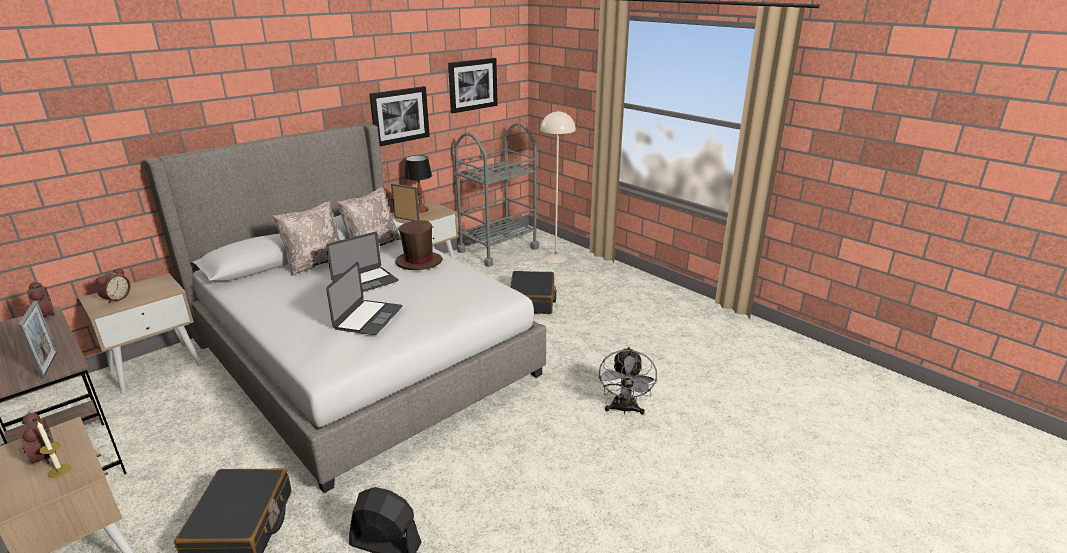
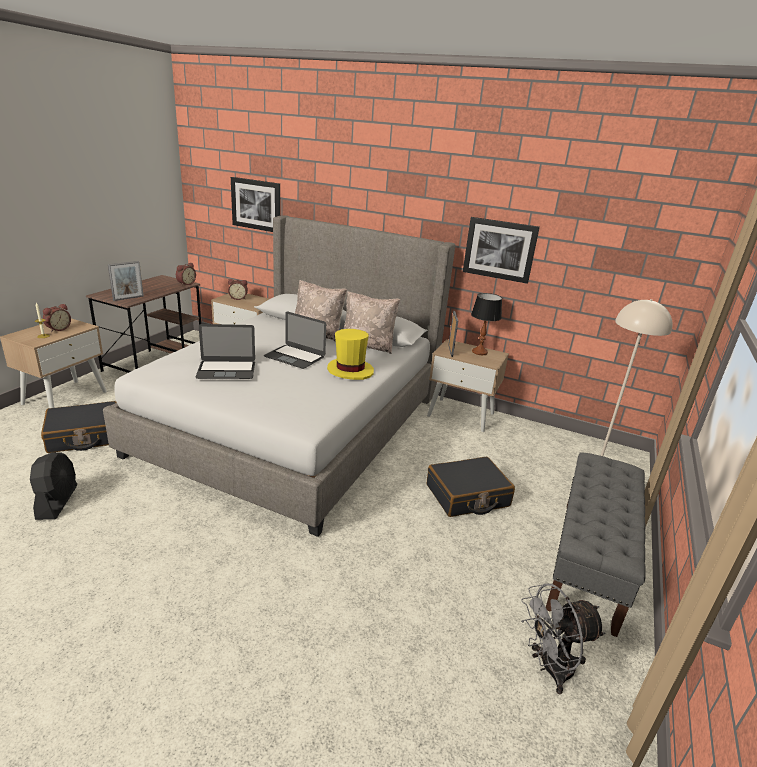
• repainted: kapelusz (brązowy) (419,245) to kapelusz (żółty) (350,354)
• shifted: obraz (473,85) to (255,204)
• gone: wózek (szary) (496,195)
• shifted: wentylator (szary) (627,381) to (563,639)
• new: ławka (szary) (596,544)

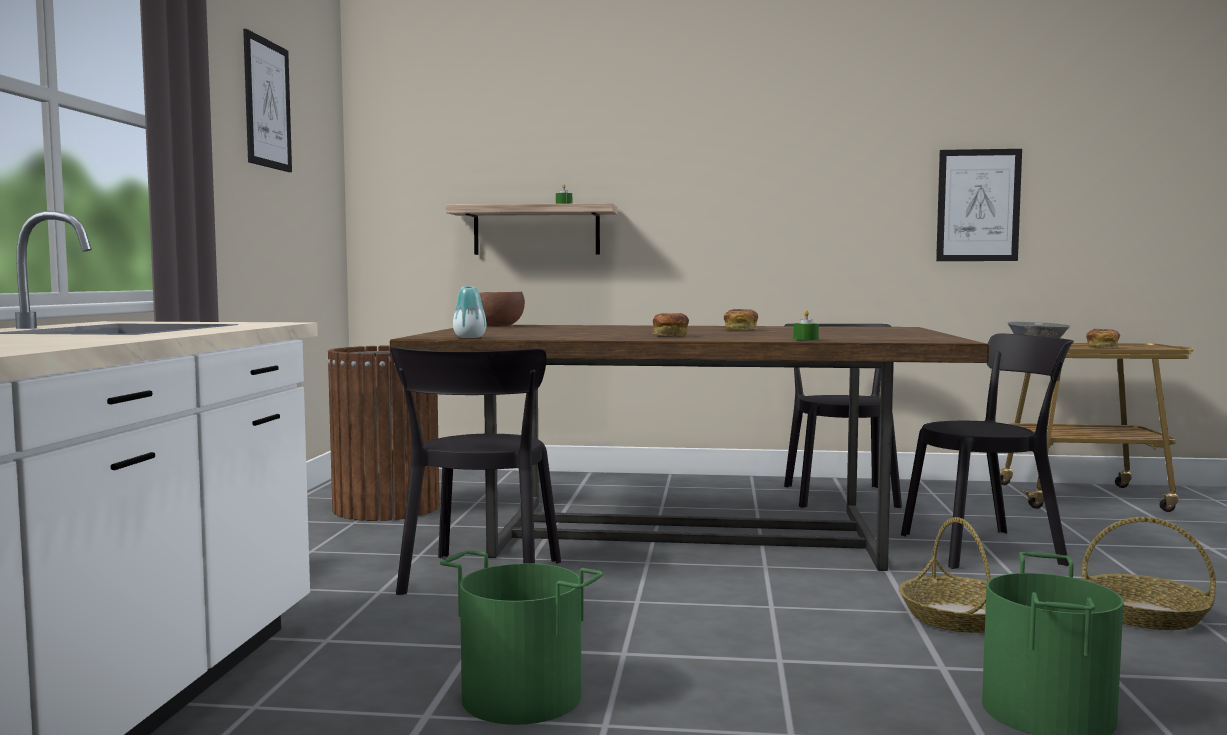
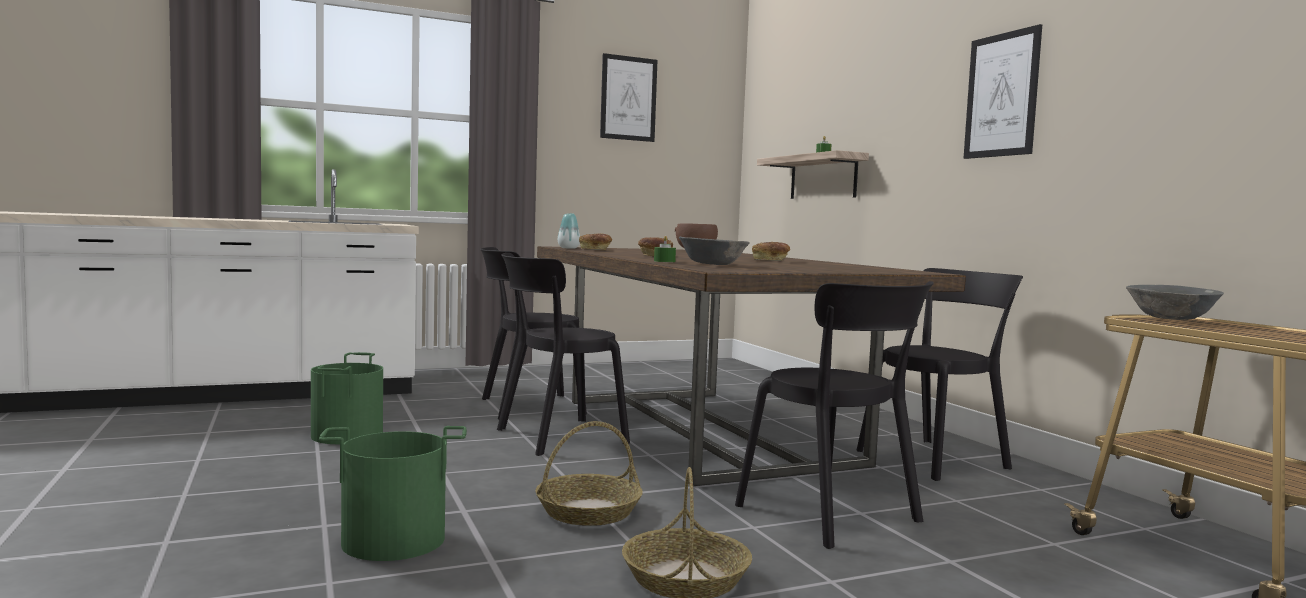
• gone: kosz na śmieci (brązowy) (383,433)
• shifted: obraz (979,205) to (1002,91)
• shifted: chleb (1103,338) to (595,241)
• new: krzesło (czarny) (563,354)
• new: miska (szary) (714,251)

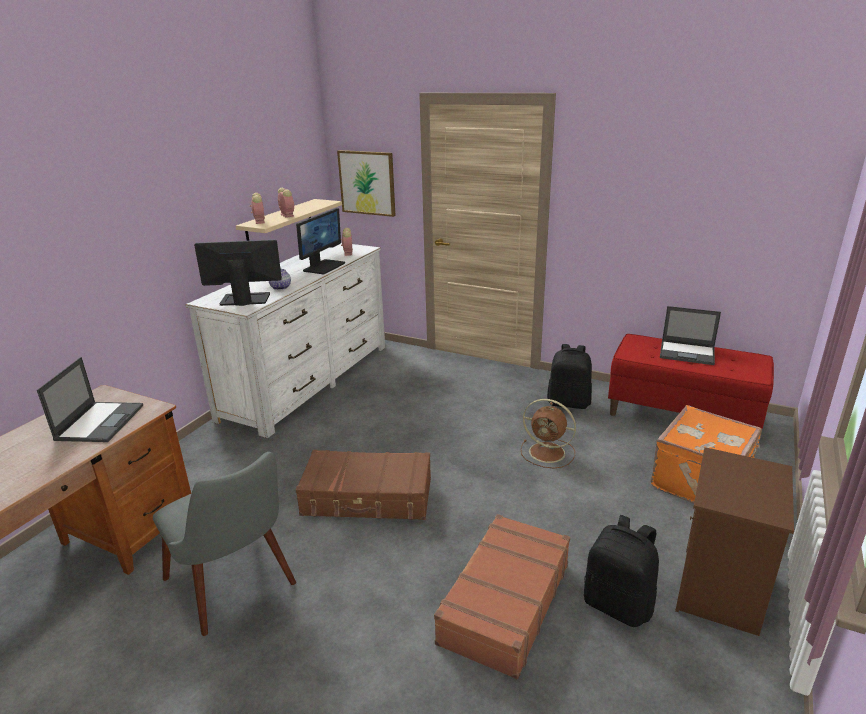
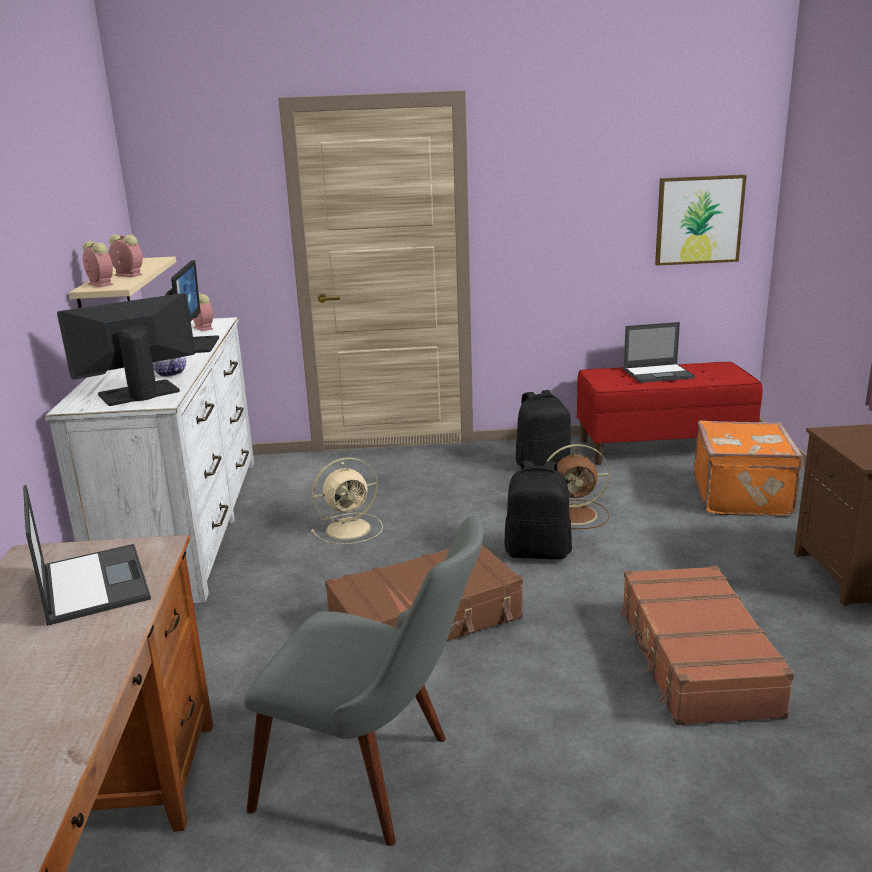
• shifted: obraz (366,183) to (701,220)
• shifted: plecak (czarny) (621,571) to (538,510)
• new: wentylator (beżowy) (347,500)

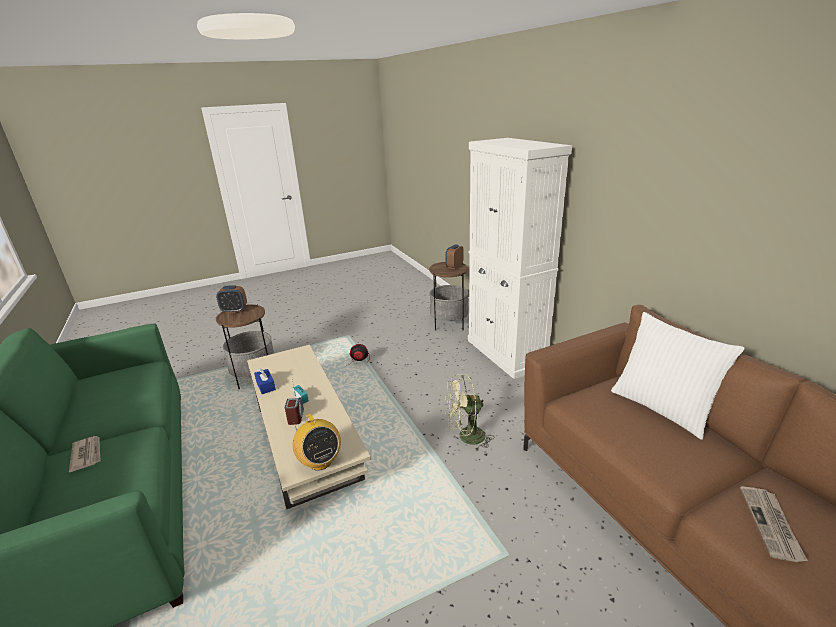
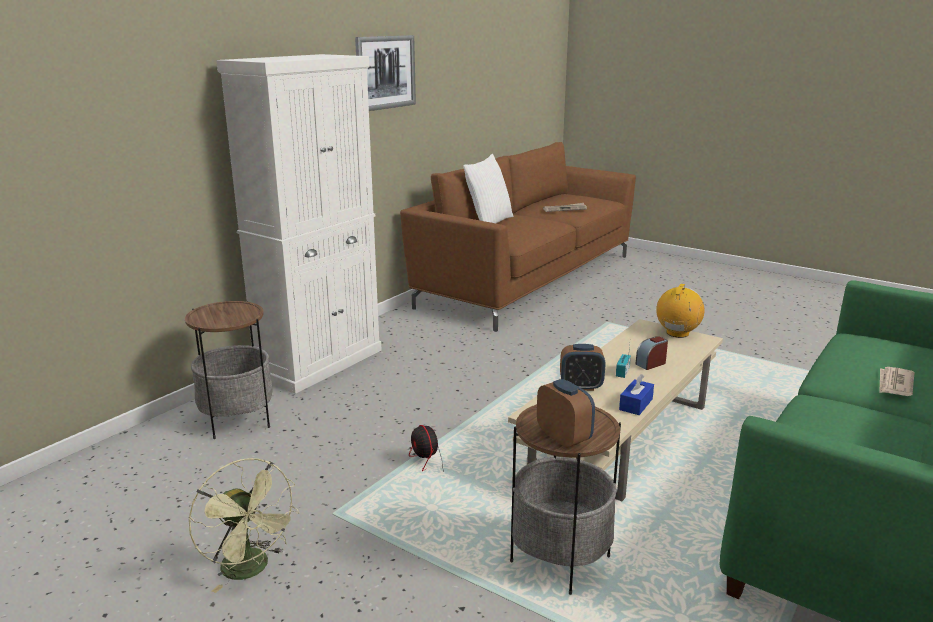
• shifted: budzik (454,256) to (583,367)
• shifted: wentylator (zielony) (469,412) to (243,525)
• new: obraz (385,73)

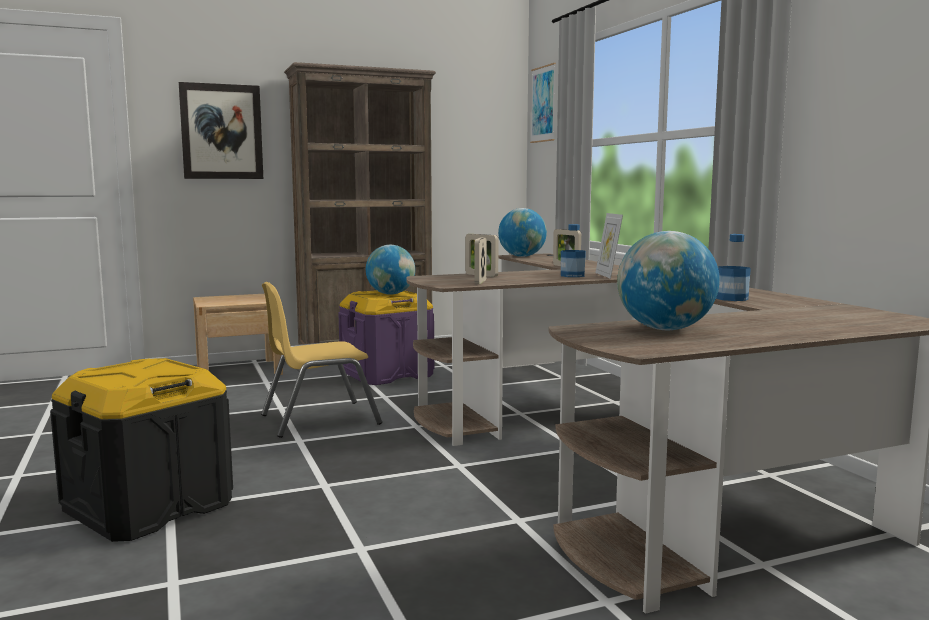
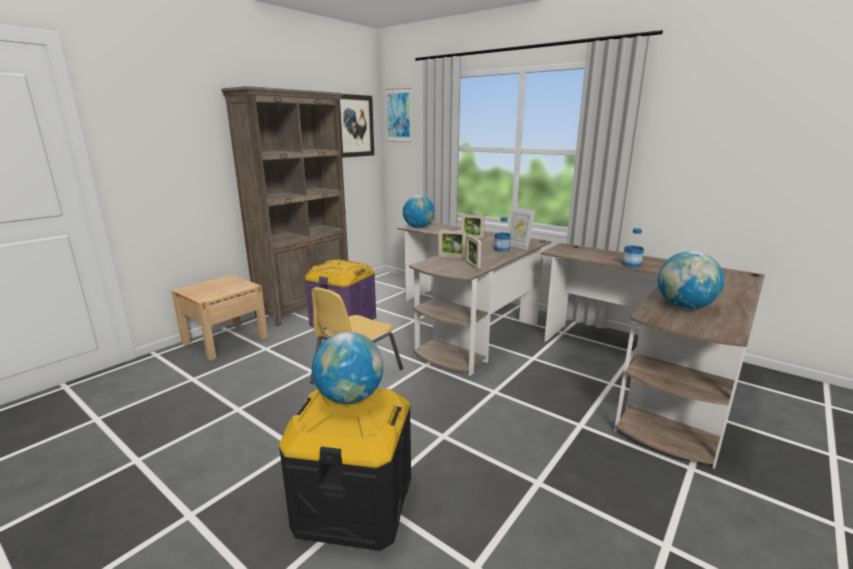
• shifted: obraz (221,130) to (356,126)
• shifted: globus (390,270) to (348,368)

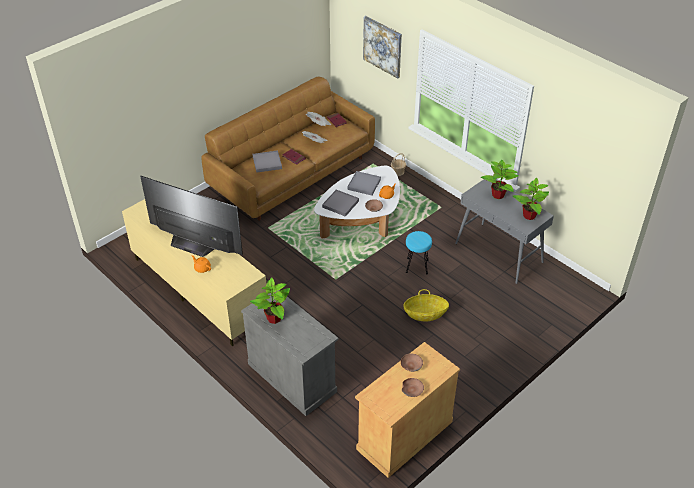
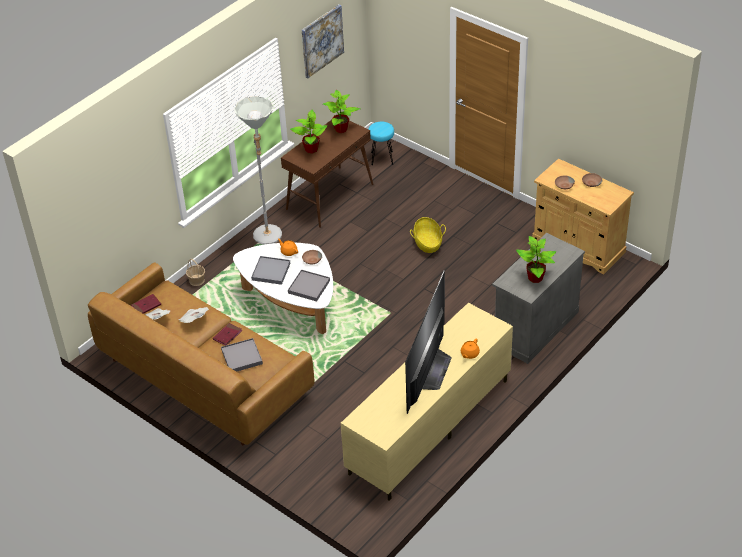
• shifted: obraz (382,47) to (323,41)
• shifted: stołek (turkusowy) (419,252) to (381,143)
• repainted: stolik konsolowy (szary) (504,231) to stolik konsolowy (brązowy) (327,174)
• new: lampa stojąca (szary) (258,170)

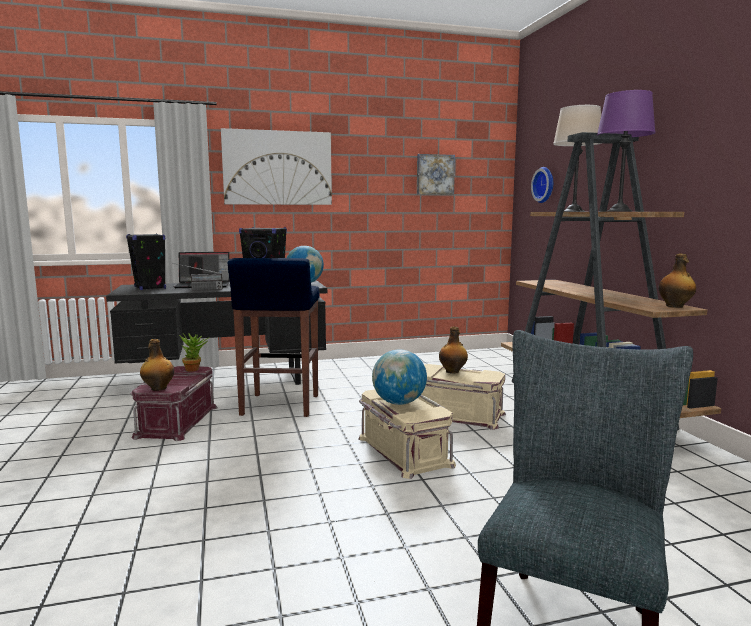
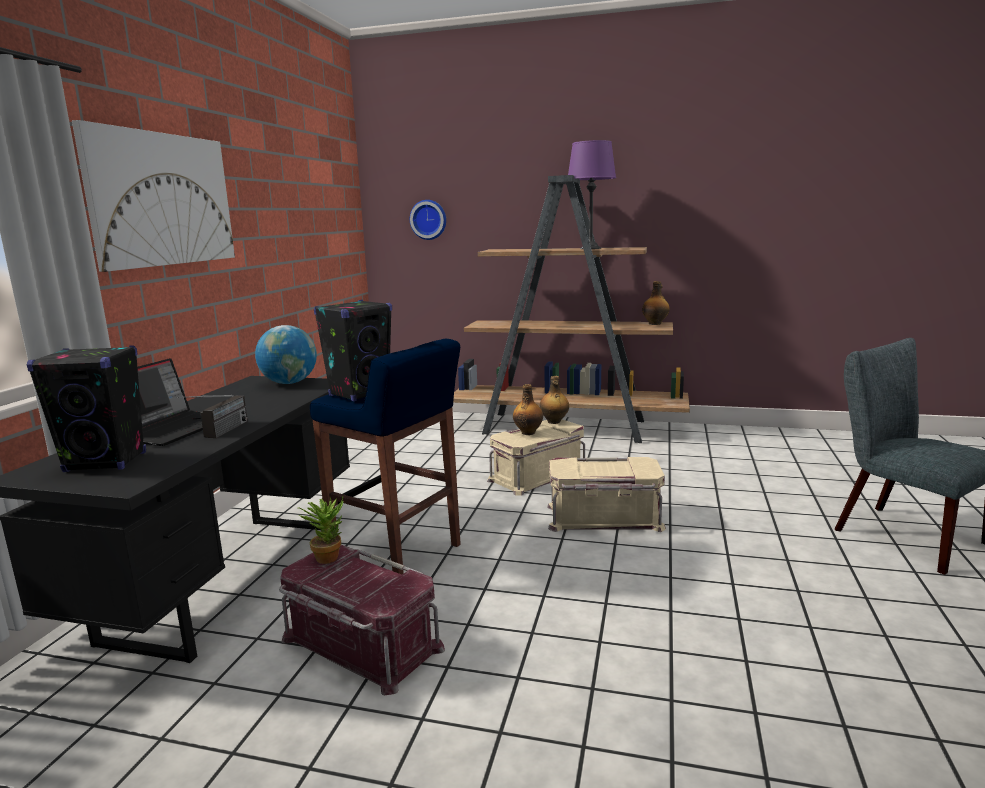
• shifted: butelka (157,365) to (554,400)
• gone: globus (399,377)
• gone: obraz (436,174)
• gone: lampa stołowa (beżowy) (577,158)

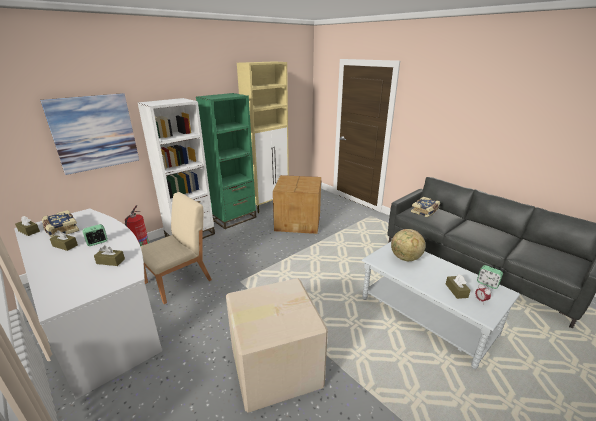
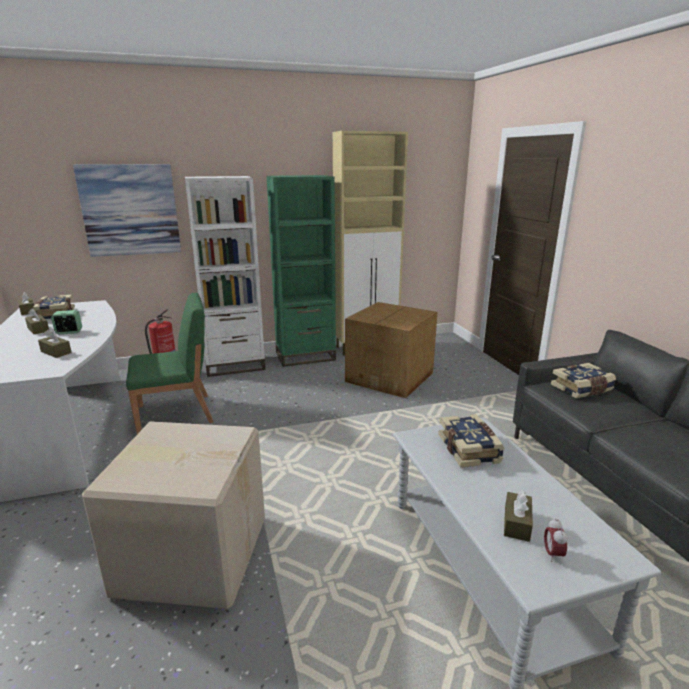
• repainted: krzesło (beżowy) (176,248) to krzesło (zielony) (169,363)
• swapped: globus (408,245) to książka (471,441)
• gone: budzik (490,277)

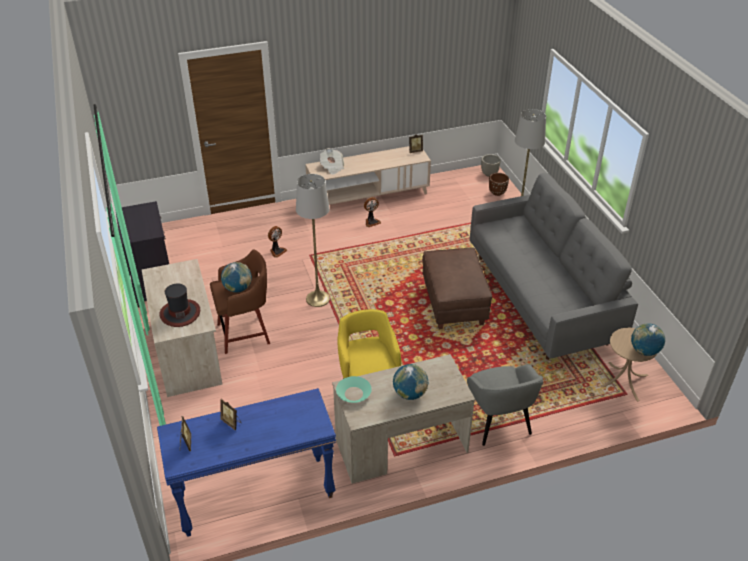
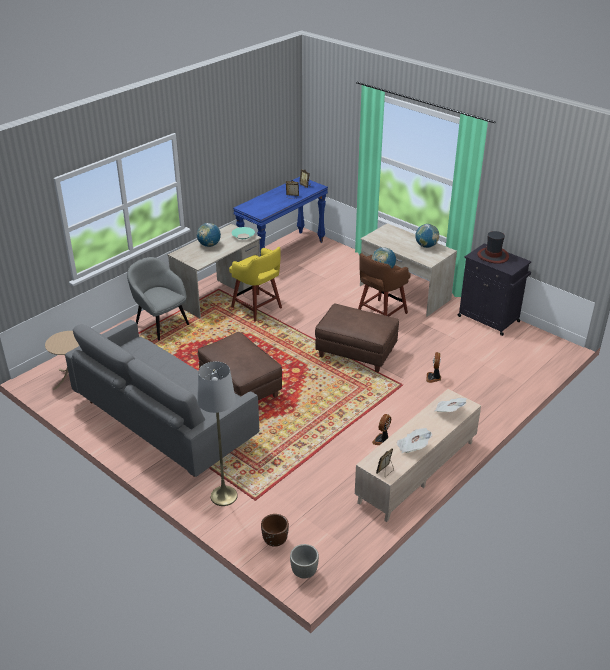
• shifted: kapelusz (179,305) to (493,247)
• swapped: lampa stojąca (szary) (313,240) to pufa (brązowy) (357,338)
• shifted: globus (648,339) to (427,236)
• new: gazeta (414,440)

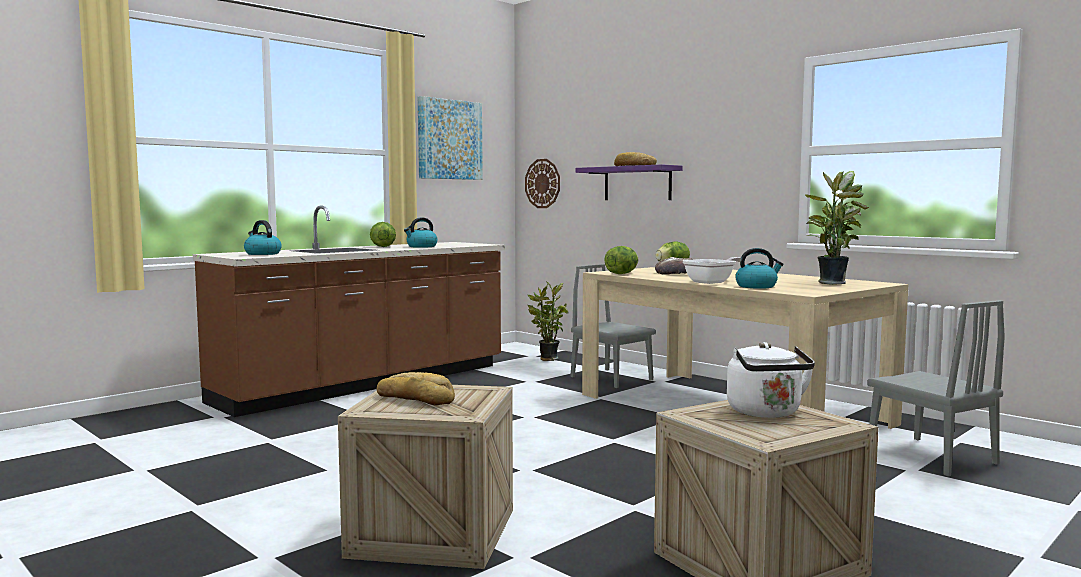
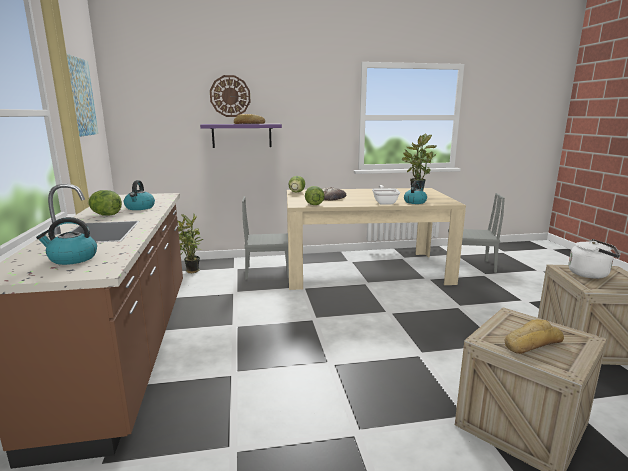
• shifted: zegar ścienny (542,183) to (230,96)

